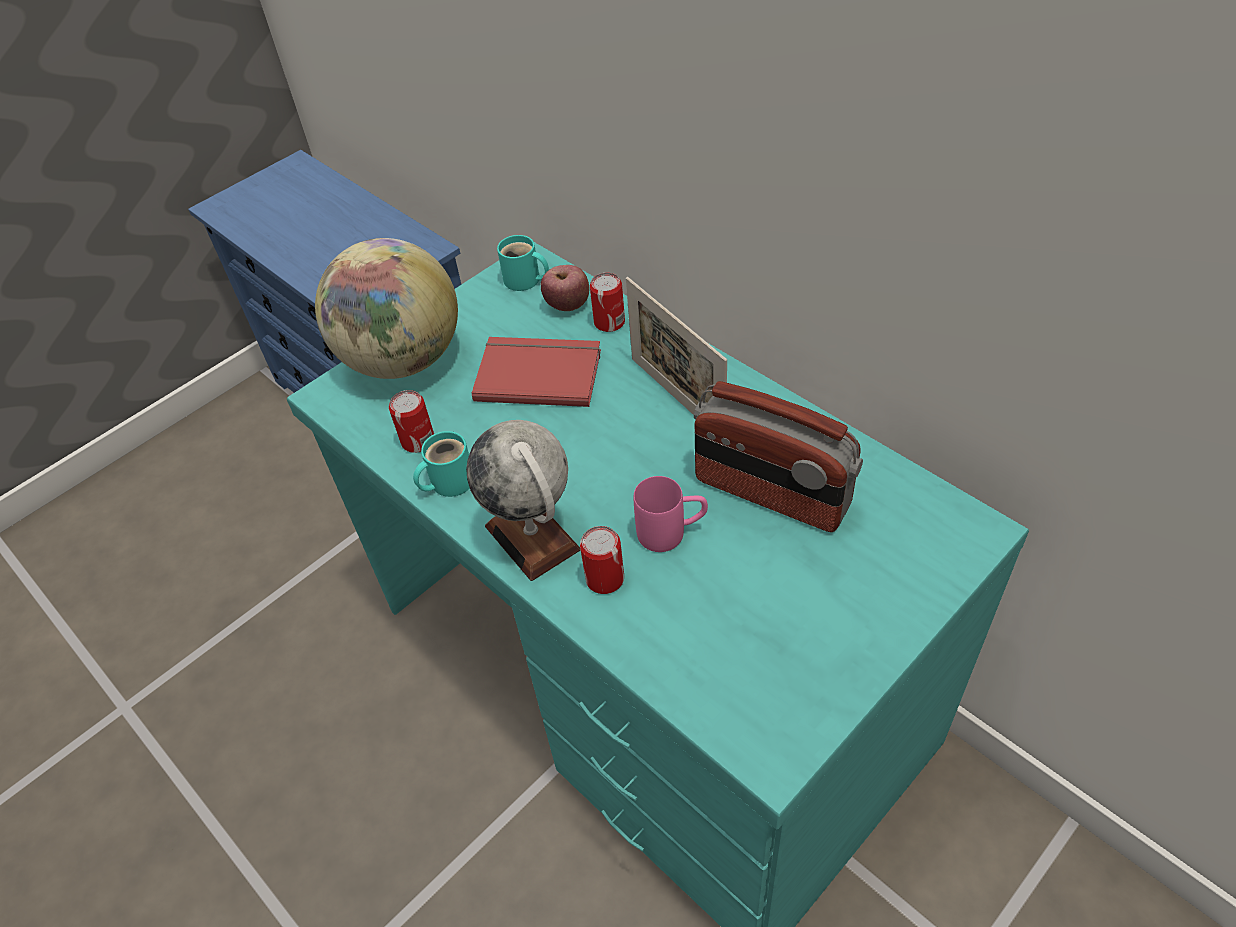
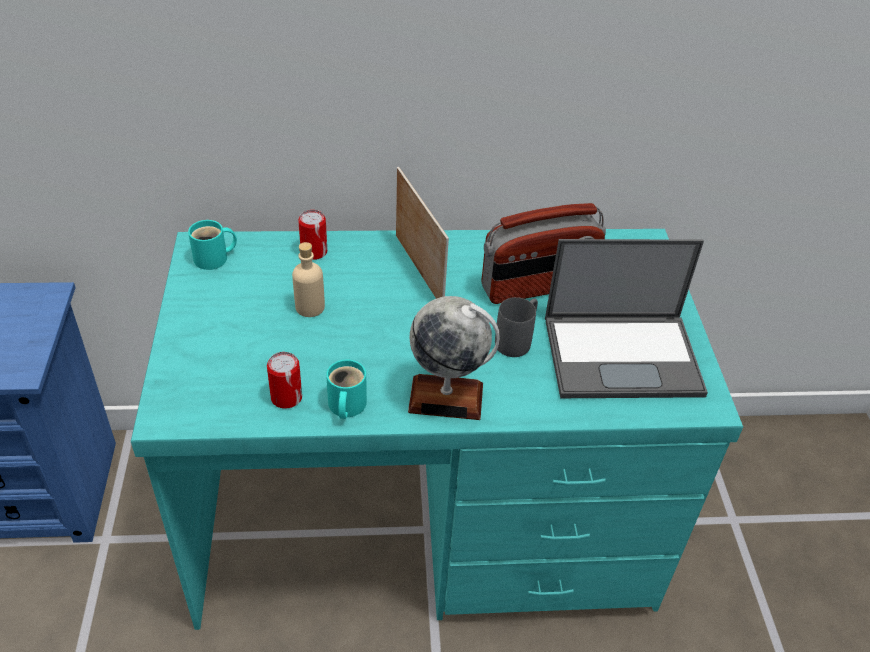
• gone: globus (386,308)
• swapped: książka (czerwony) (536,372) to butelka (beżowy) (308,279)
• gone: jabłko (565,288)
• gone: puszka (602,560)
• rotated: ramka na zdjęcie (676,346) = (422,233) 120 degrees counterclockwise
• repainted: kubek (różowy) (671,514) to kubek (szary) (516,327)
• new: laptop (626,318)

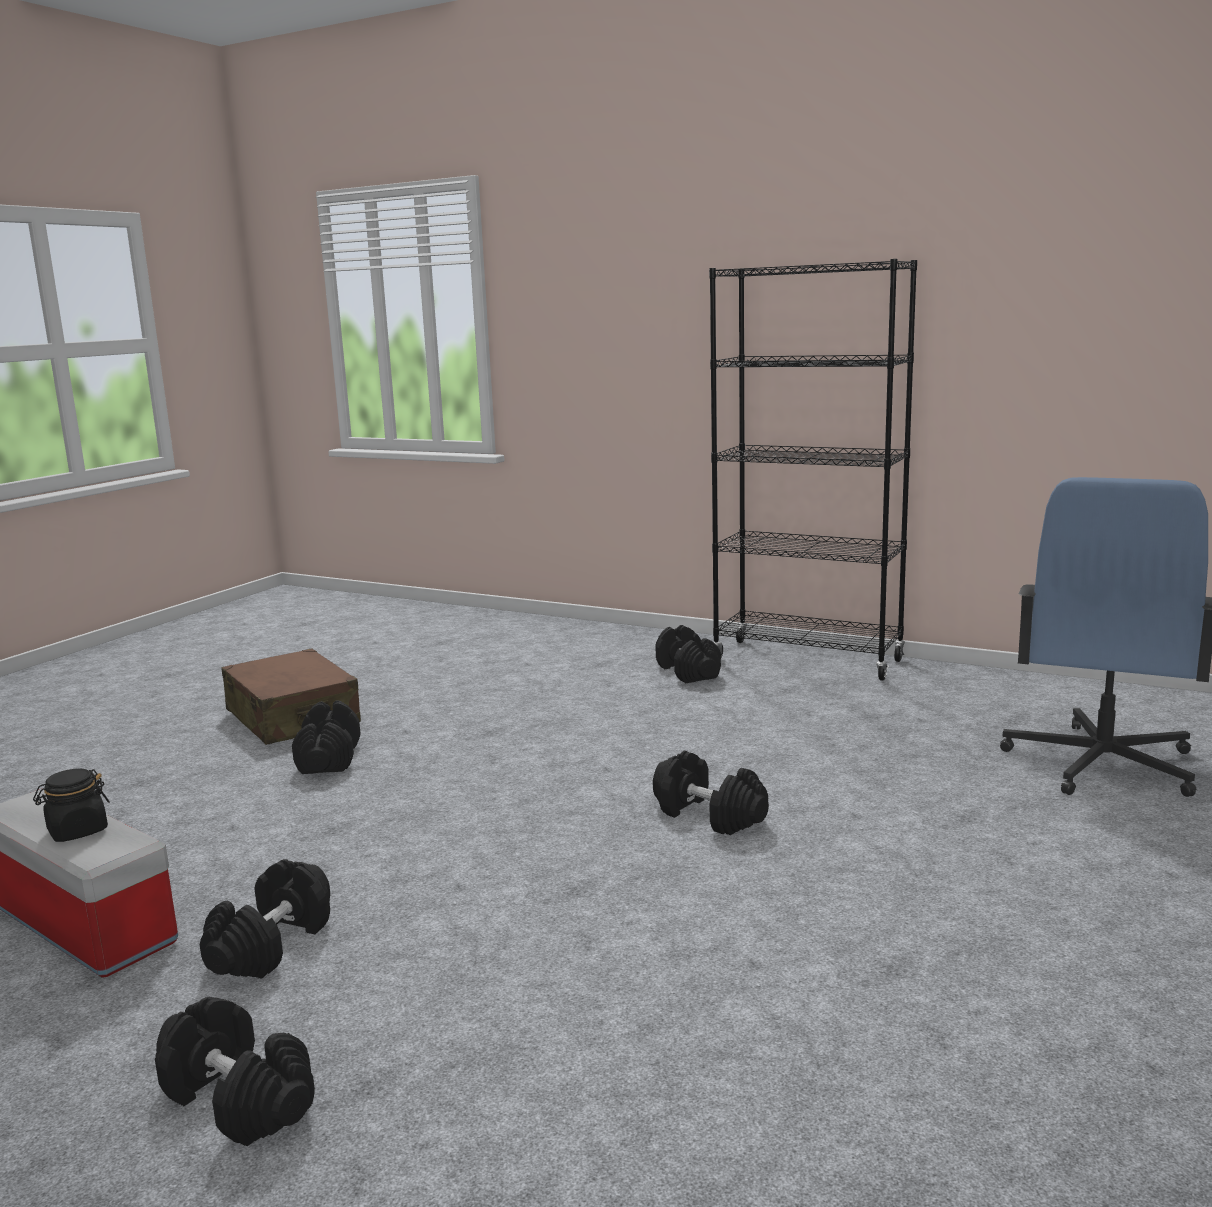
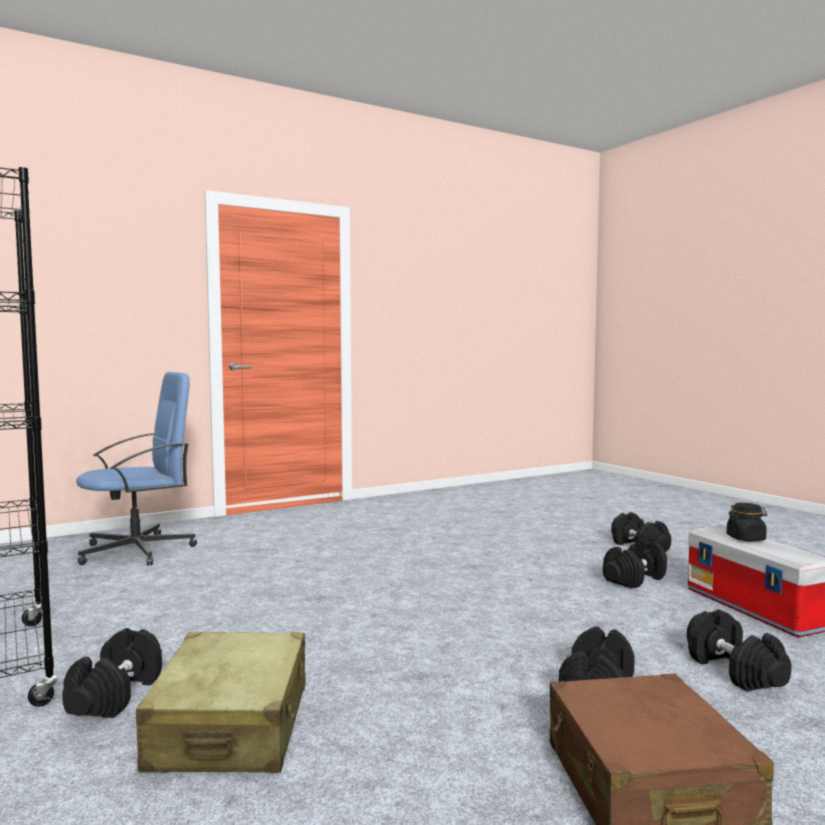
• shifted: hantel (czarny) (711,793) to (739,650)
• new: walizka (beżowy) (221,702)

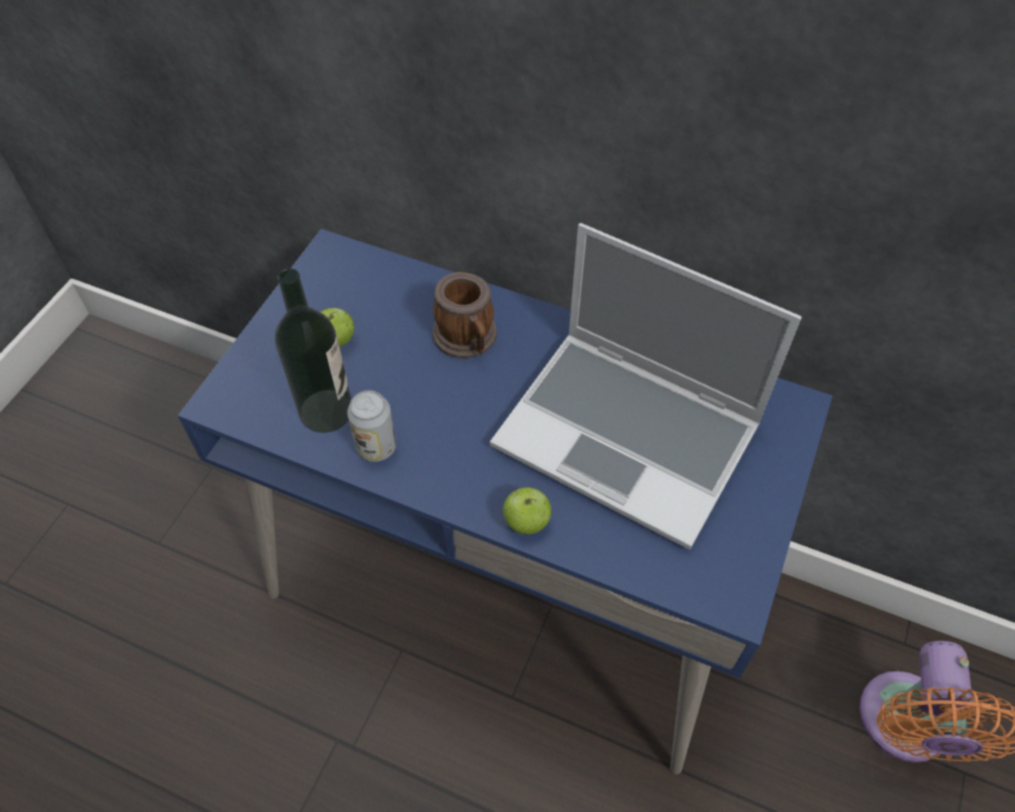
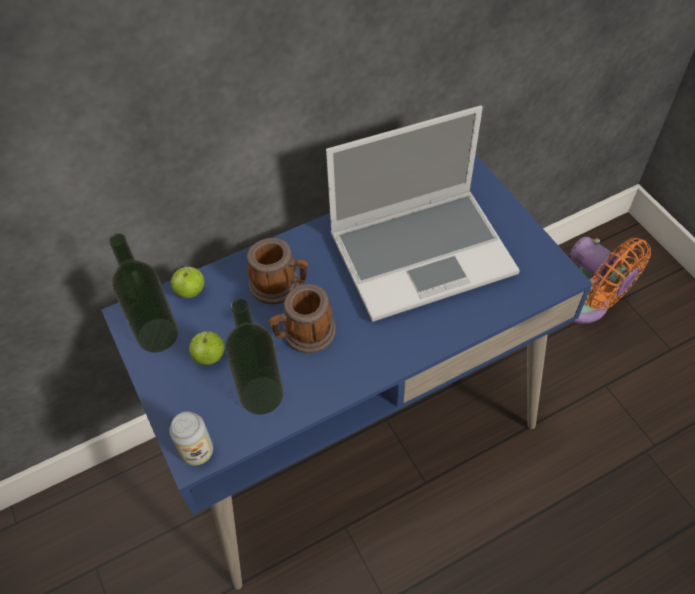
• shifted: puszka (371,426) to (191,438)
• shifted: jabłko (527,510) to (187,282)
• new: butelka (143,292)
• new: kubek (302,318)

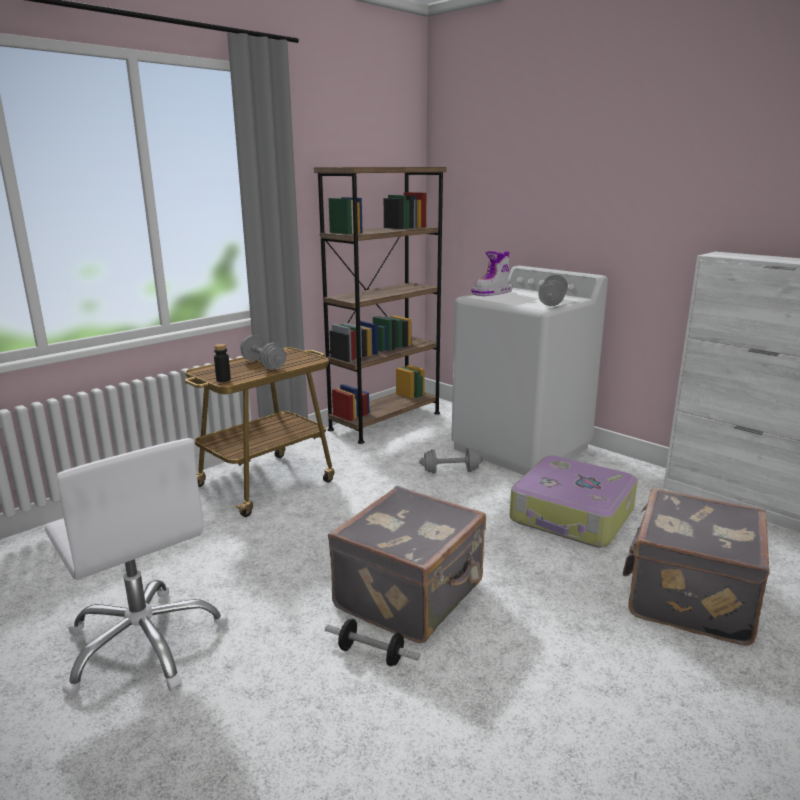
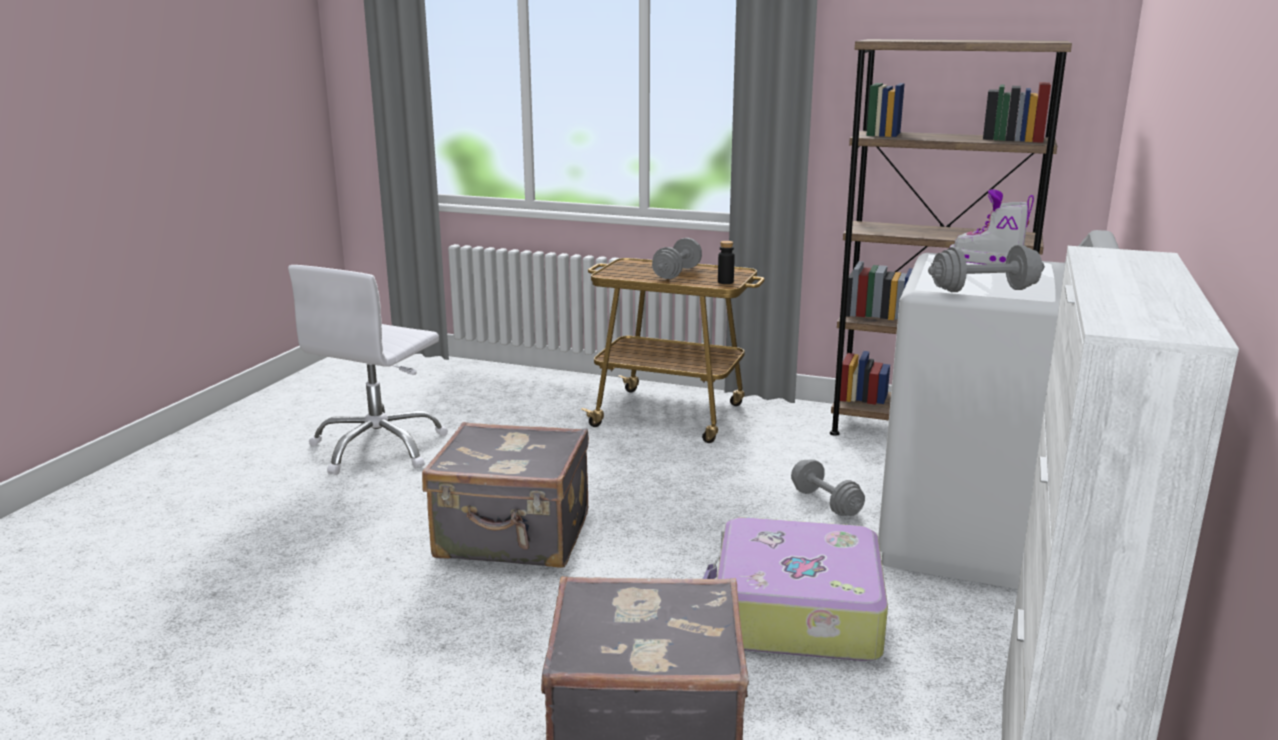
• shifted: butelka (czarny) (222,363) to (726,262)
• gone: hantel (372,643)

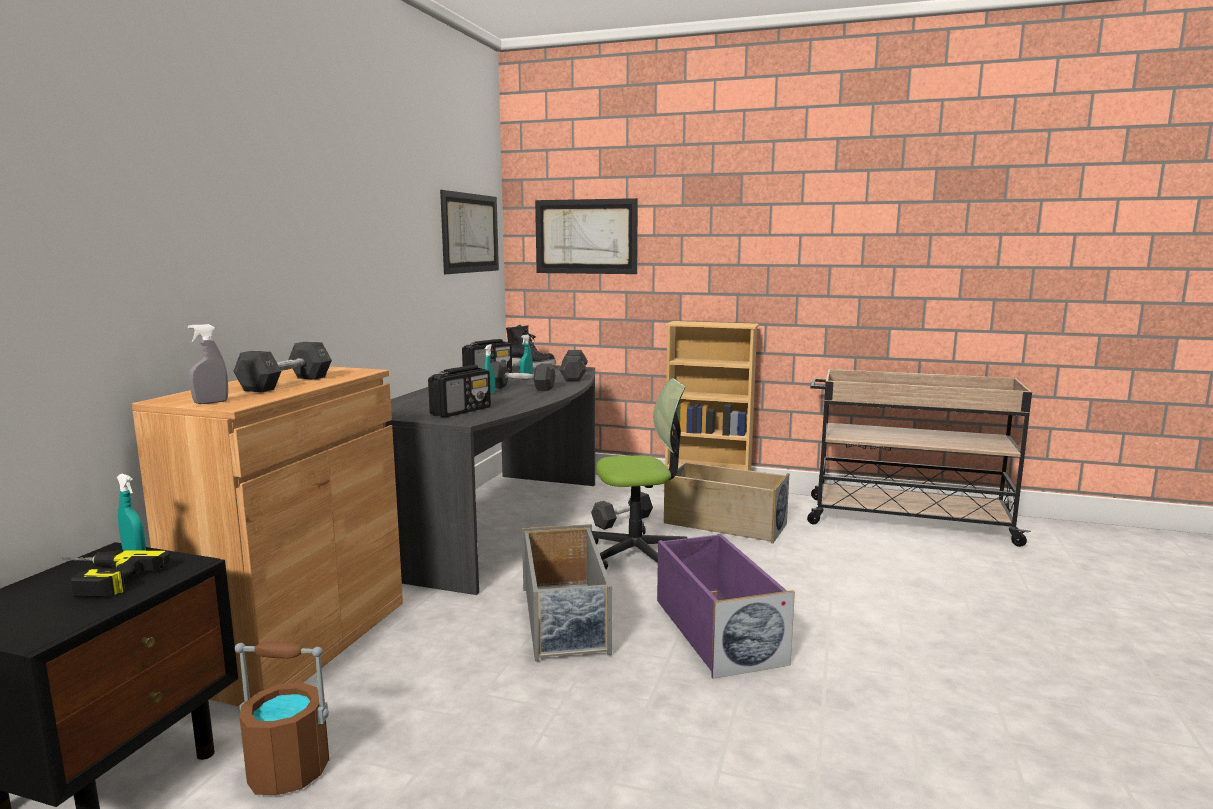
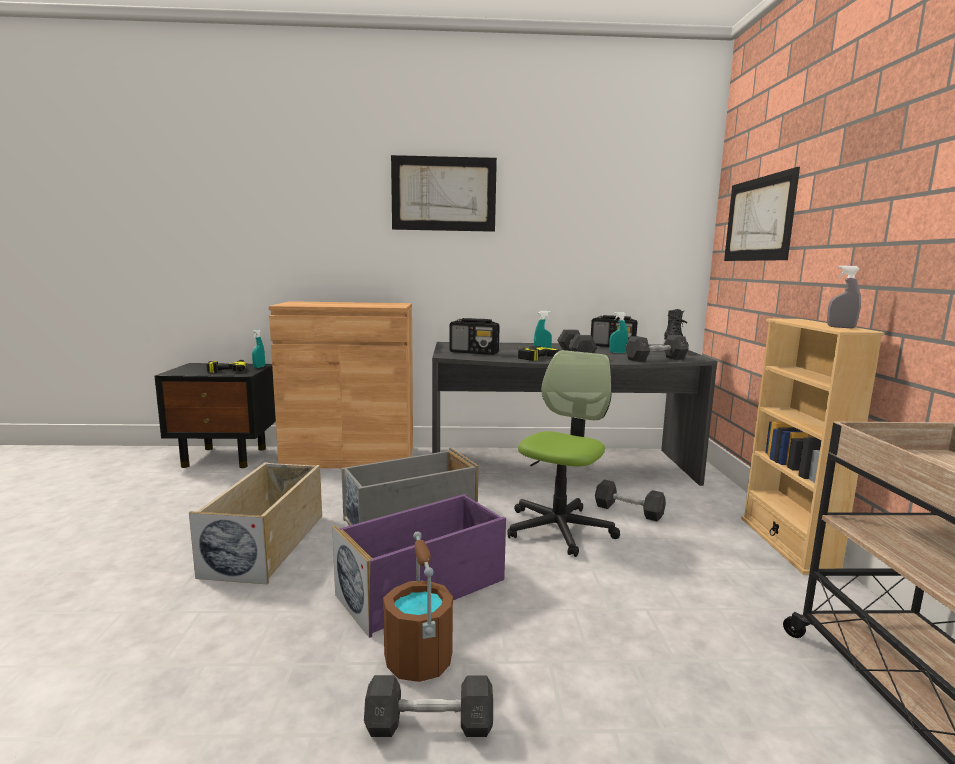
• shifted: spryskiwacz (szary) (208,364) to (844,296)
• shifted: hantel (szary) (282,367) to (428,706)
• shifted: wiadro (brązowy) (282,718) to (418,606)
• shifted: obraz (469,232) to (444,193)
• rotated: krzesło biurowe (639,473) = (563,453) 120 degrees counterclockwise
• shifted: pojemnik do przechowywania (beżowy) (726,502) to (255,523)
• new: wiertarka (538,353)

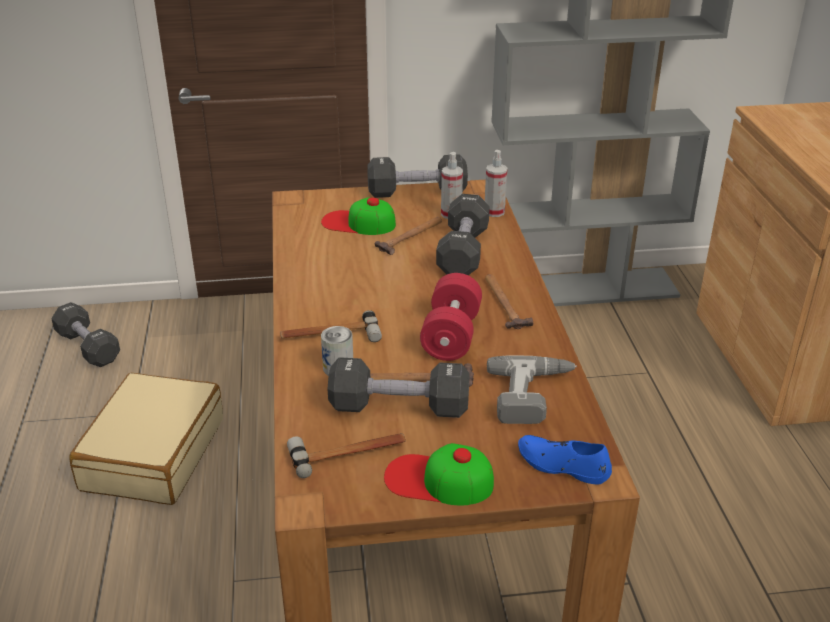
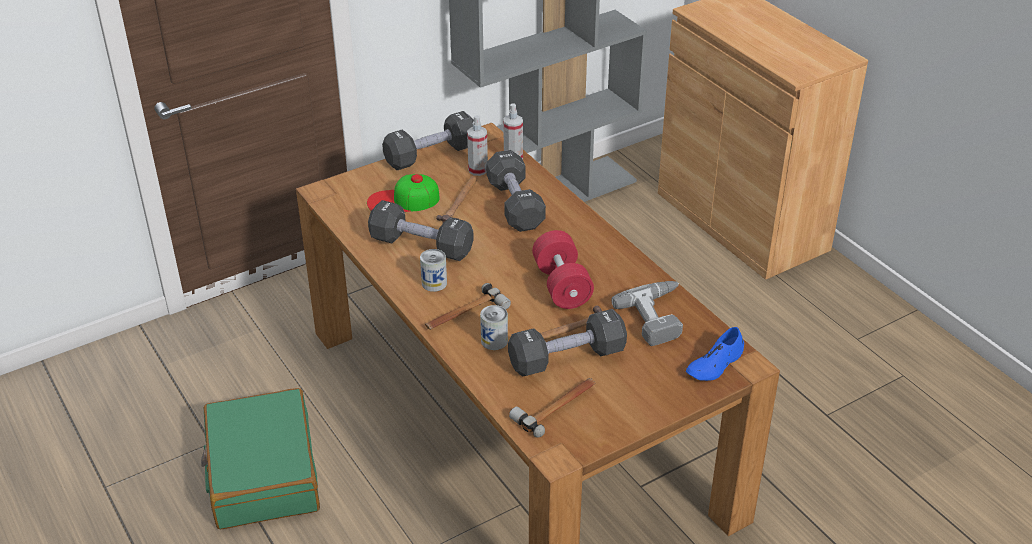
• shifted: hantel (czarny) (85,334) to (421,230)
• repainted: walizka (beżowy) (146,439) to walizka (zielony) (260,459)
• gone: czapka z daszkiem (439,474)
• gone: młotek (509,301)
• rotated: but (niebieski) (565,459) = (715,354) 45 degrees counterclockwise
• new: puszka (433,270)

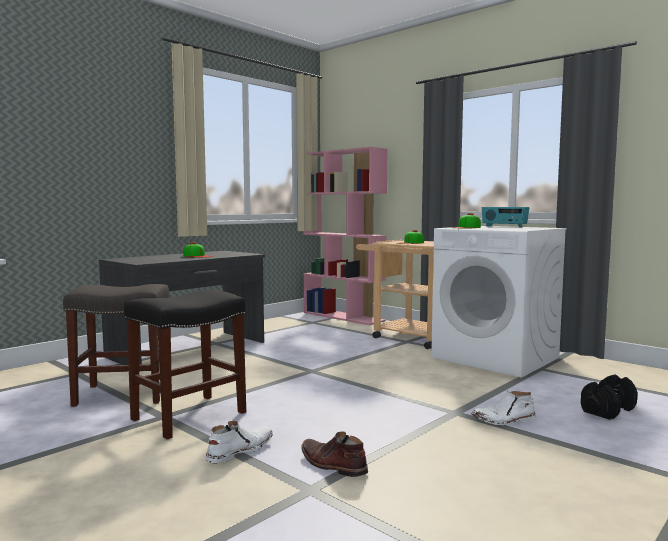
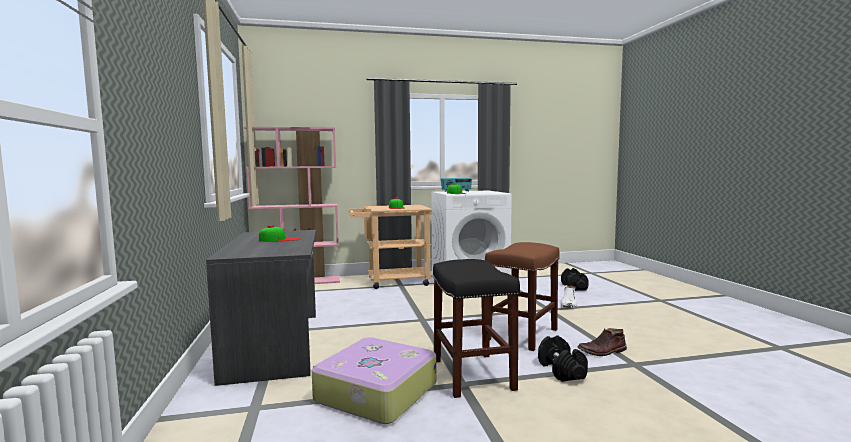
• swapped: stołek (szary) (116,345) to walizka (374,380)
• swapped: but z cholewką (biały) (239,442) to hantel (czarny) (563,358)
• new: stołek (brązowy) (522,296)

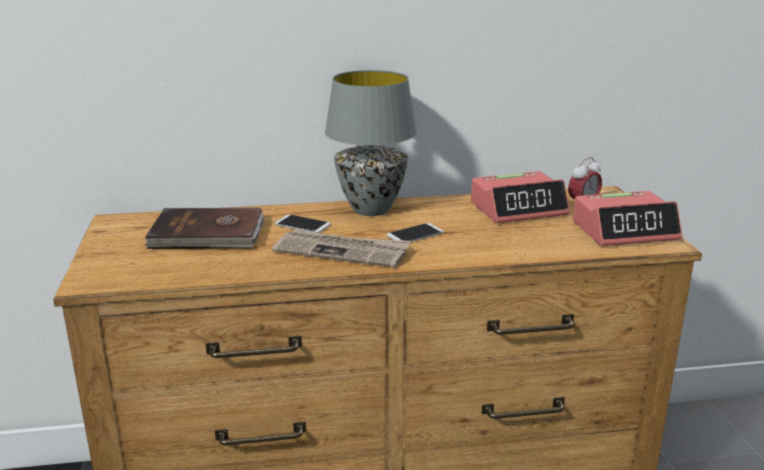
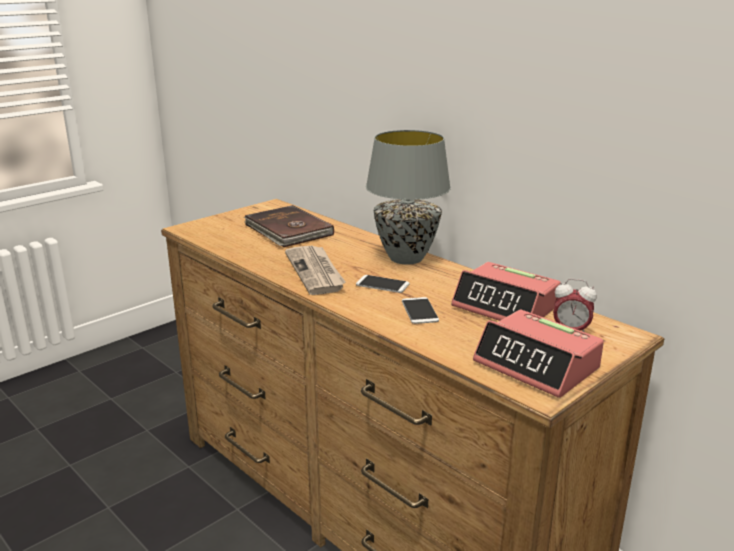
• shifted: telefon (303,224) to (420,310)

